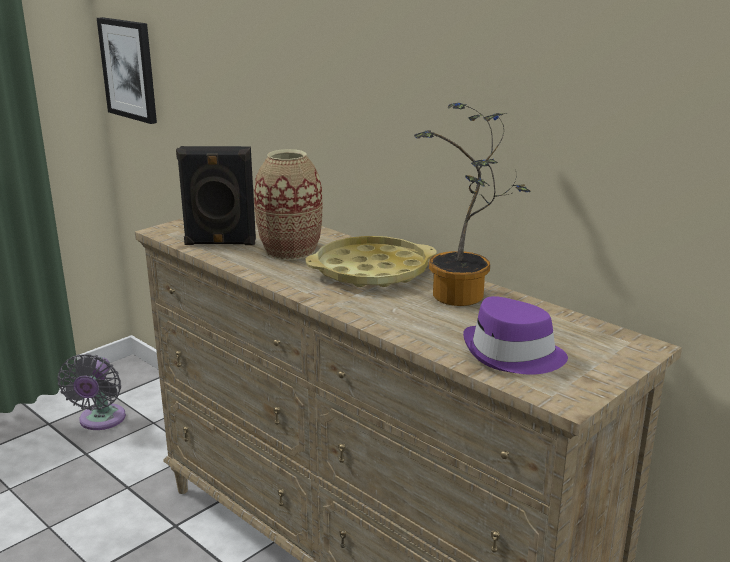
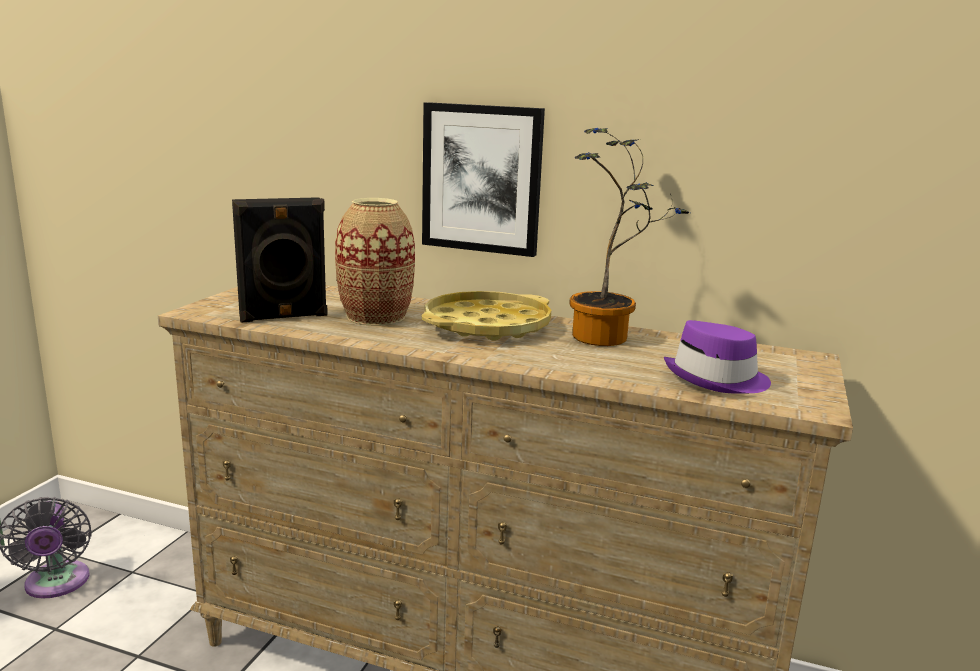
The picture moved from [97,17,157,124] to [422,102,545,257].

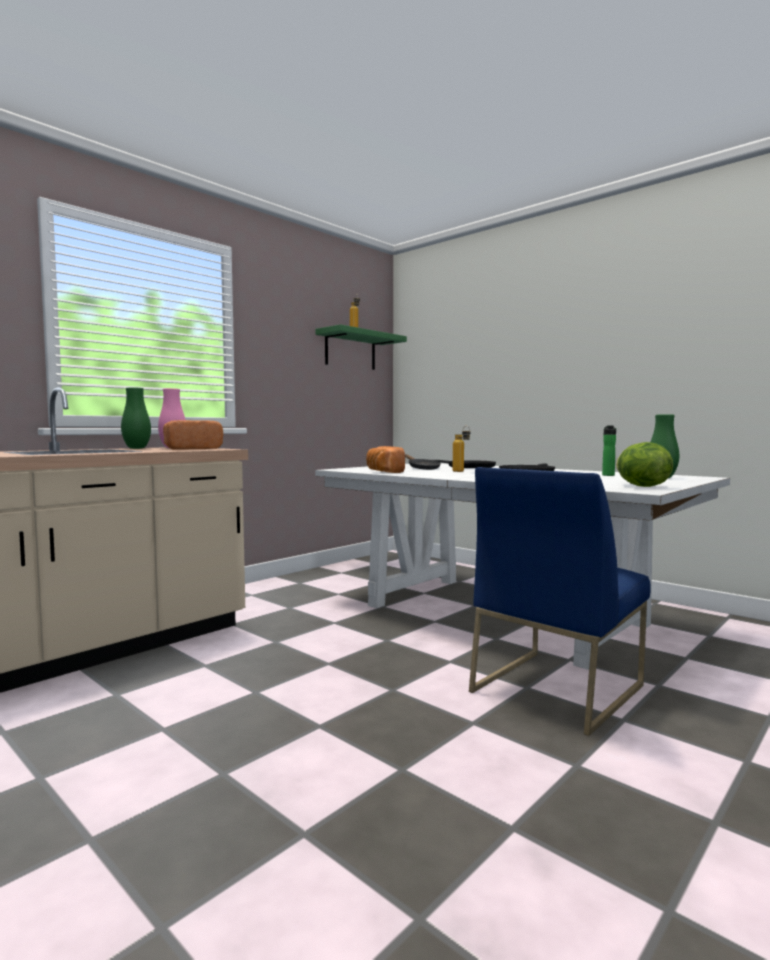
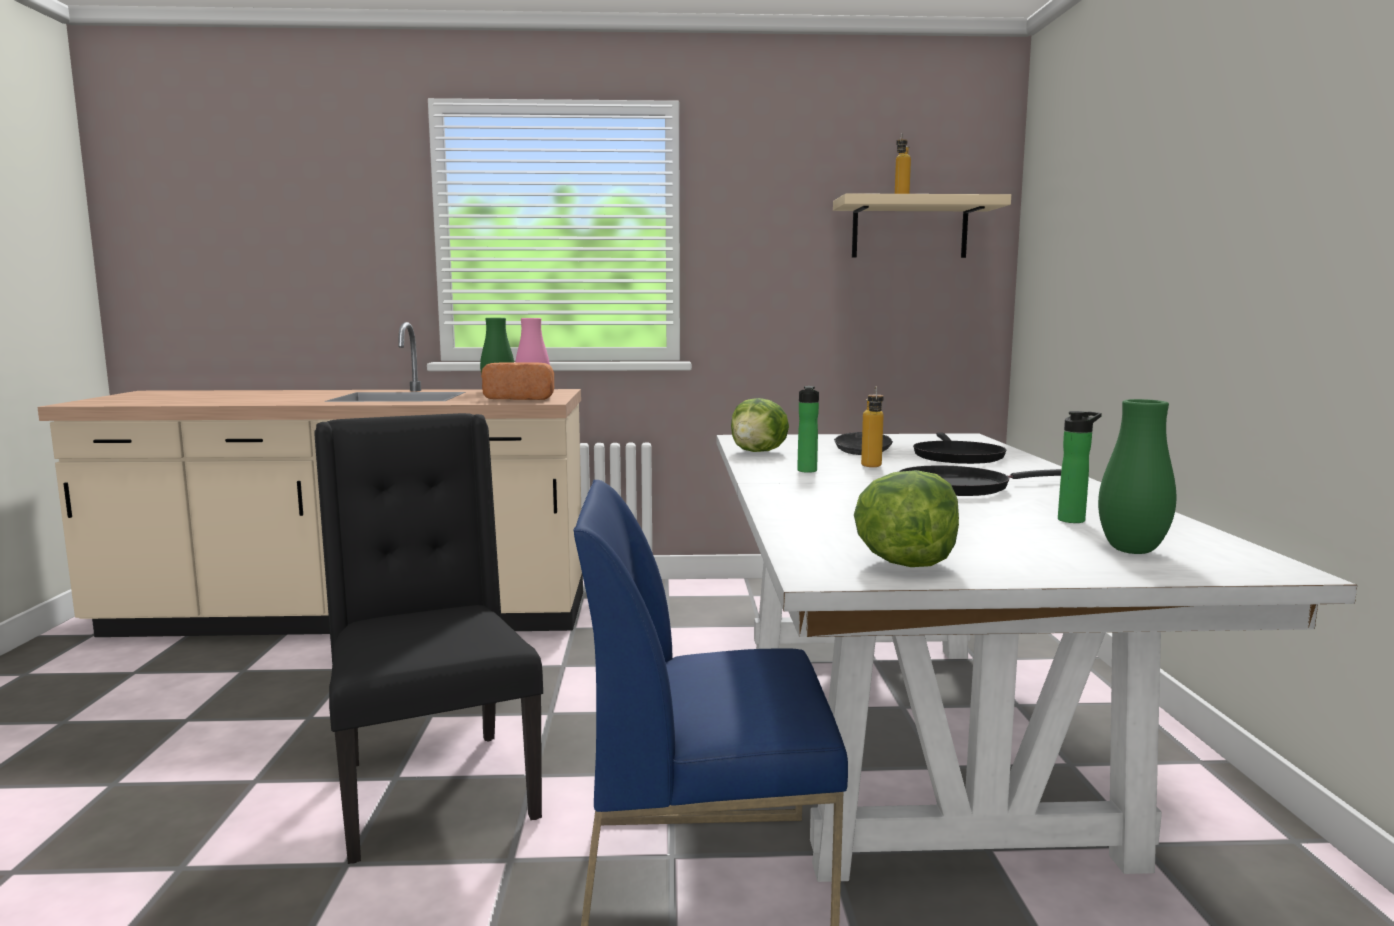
The shelf/green at [315,324,407,370] became the shelf/beige at [833,193,1011,258].
The bread at [366,446,405,473] was replaced by the lettuce at [731,398,789,452].
The bottle at [797,386,819,473] appeared.
The chair/black at [315,413,543,864] appeared.

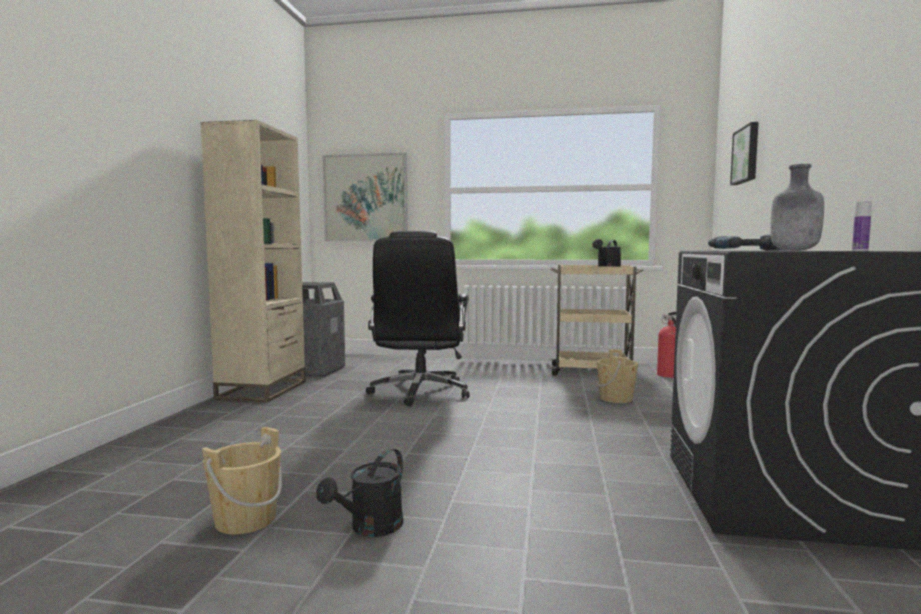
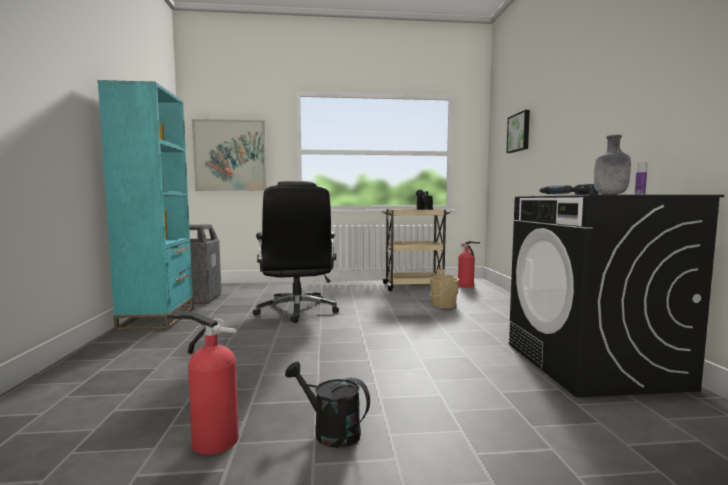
The bookcase/beige at [200,120,306,402] became the bookcase/turquoise at [97,80,194,331].
The bucket/beige at [202,427,282,534] was replaced by the fire extinguisher at [167,310,239,455].
The watering can/black at [316,448,403,537] turned 105 degrees clockwise.

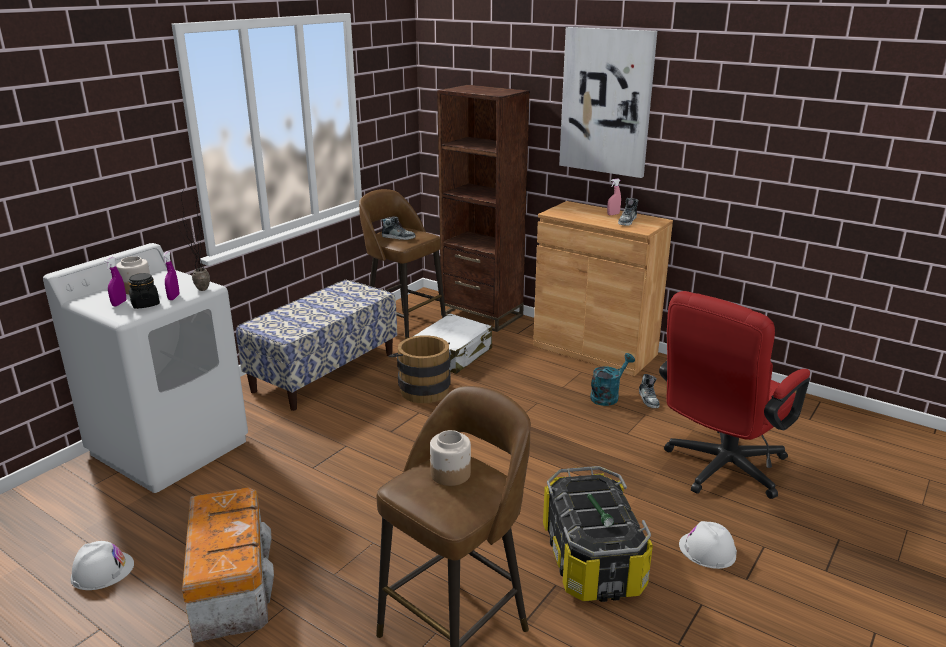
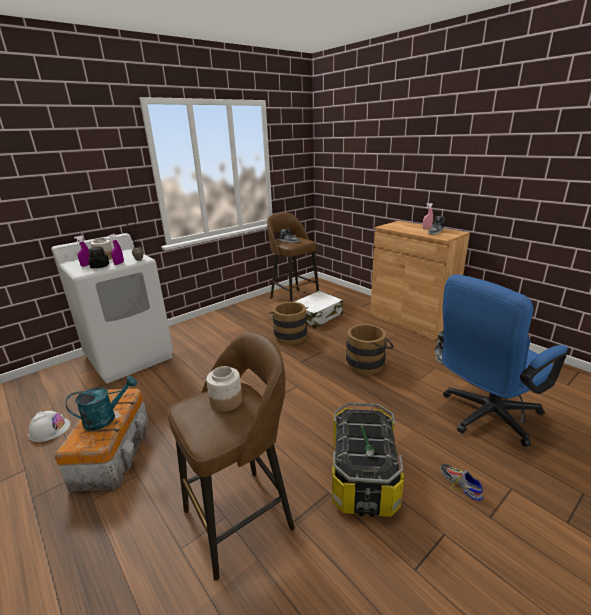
The picture at [559,27,657,178] disappeared.
The bookcase/brown at [437,85,530,332] disappeared.
The bench at [236,280,397,411] disappeared.
The office chair/red at [659,291,810,499] became the office chair/blue at [438,274,568,447].
The watering can/turquoise moved from [590,353,635,406] to [66,376,137,431].
The hard hat/white at [679,521,737,569] was replaced by the shoe at [440,464,484,501].
The bucket/brown at [346,324,394,375] appeared.

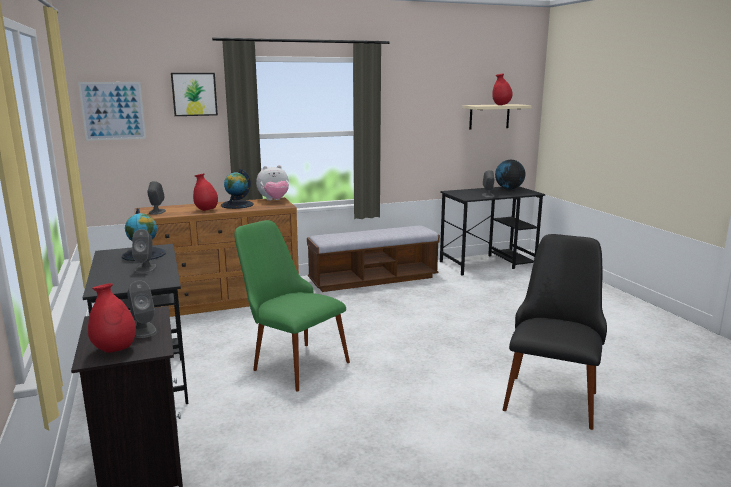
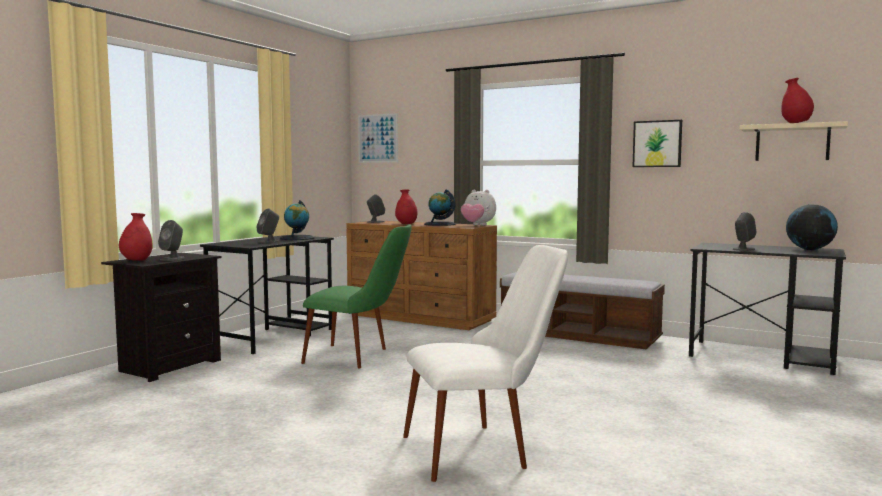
The picture moved from [171,73,218,116] to [632,120,682,167].
The chair/green at [234,220,350,392] turned 105 degrees clockwise.
The chair/black at [503,234,607,430] became the chair/white at [403,245,568,482].

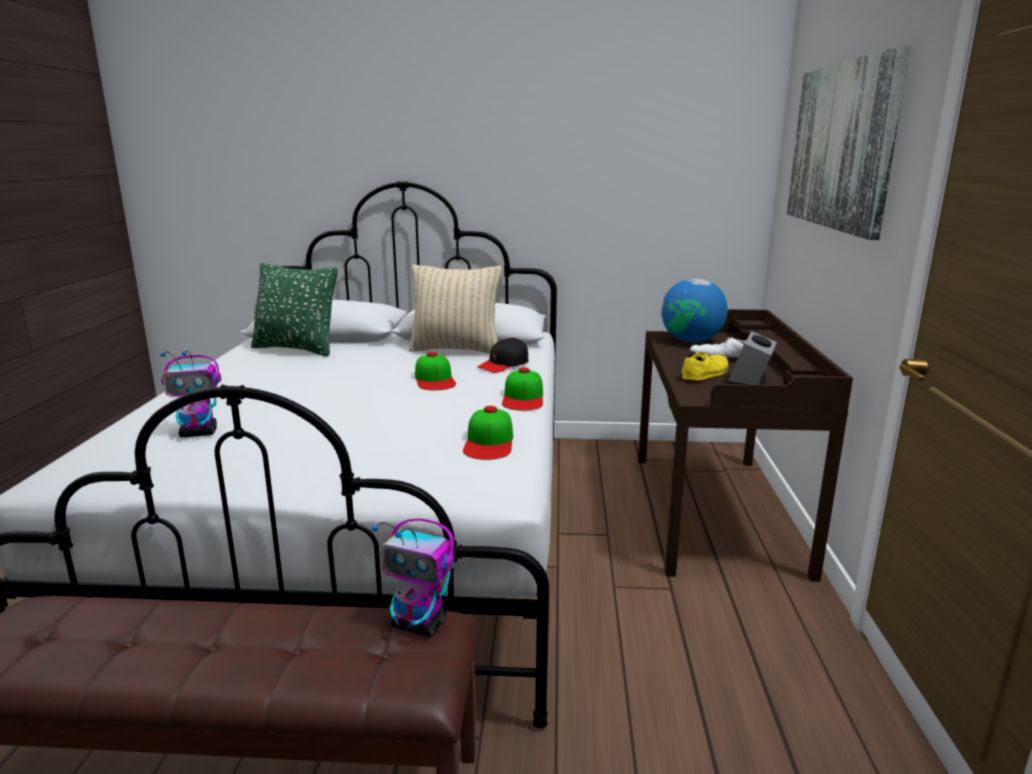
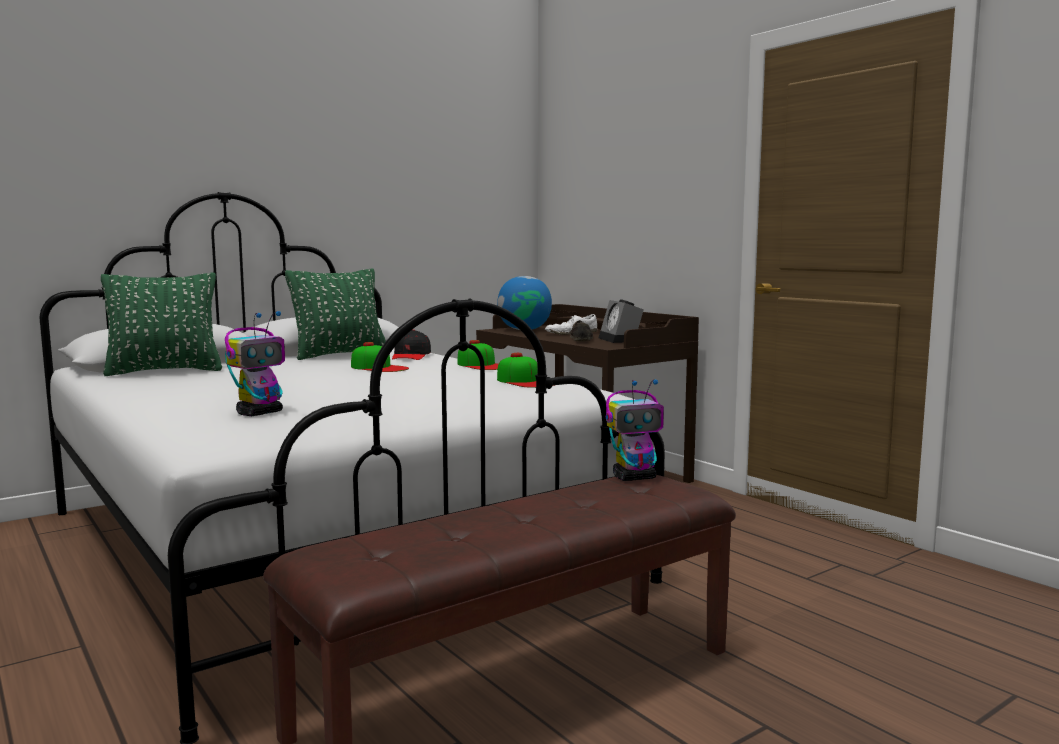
The picture at [787,46,911,240] disappeared.
The pillow/beige at [409,265,501,354] became the pillow/green at [285,269,386,360].
The shoe/yellow at [682,352,729,381] became the shoe/brown at [570,320,593,341].

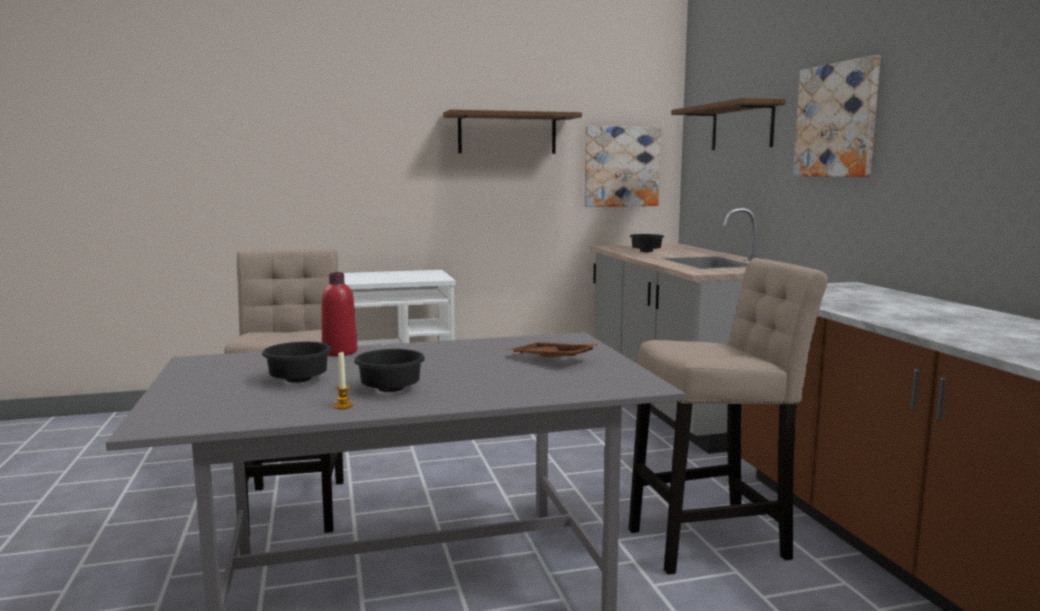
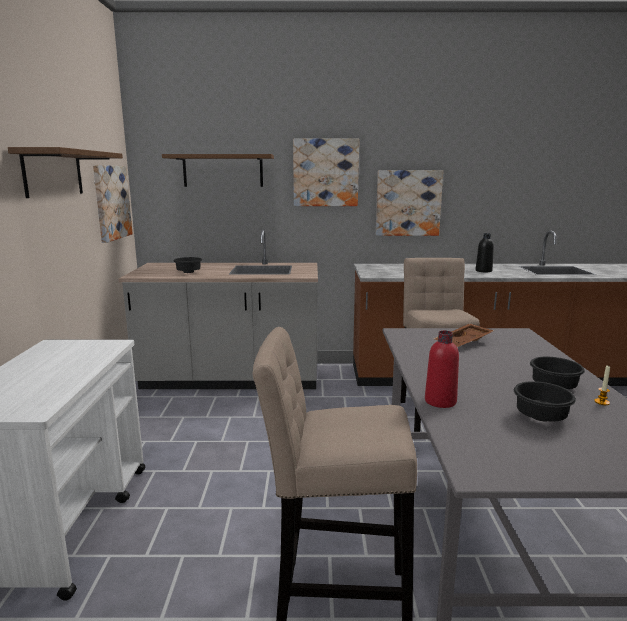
The picture at [376,170,443,236] appeared.
The bottle/black at [475,233,494,272] appeared.

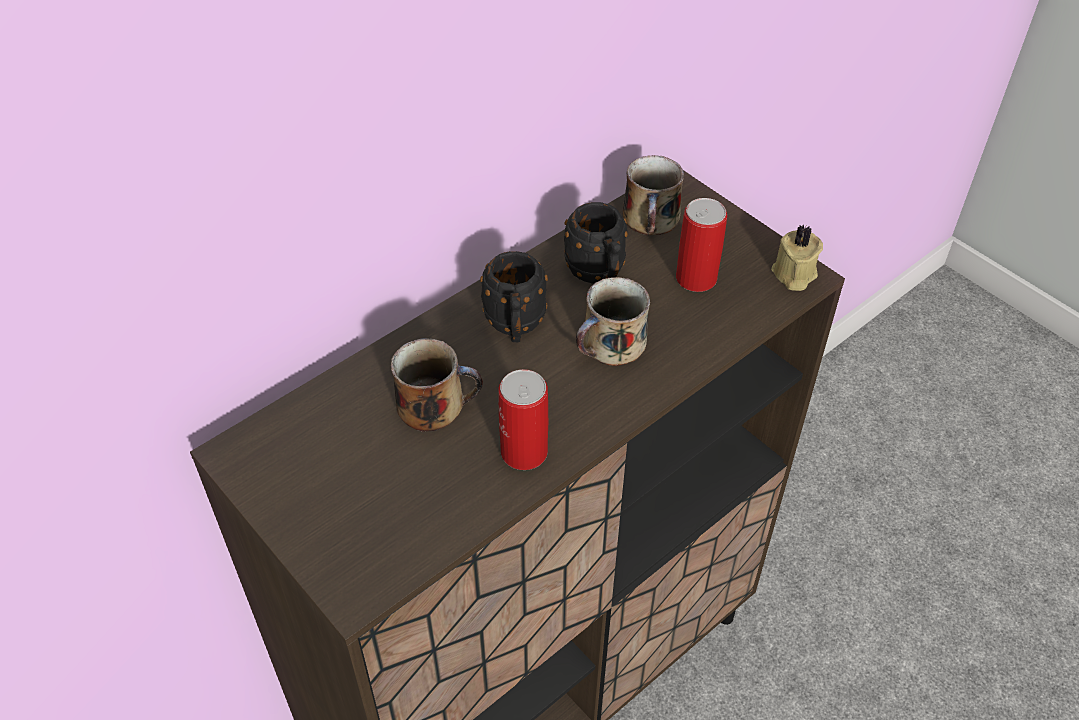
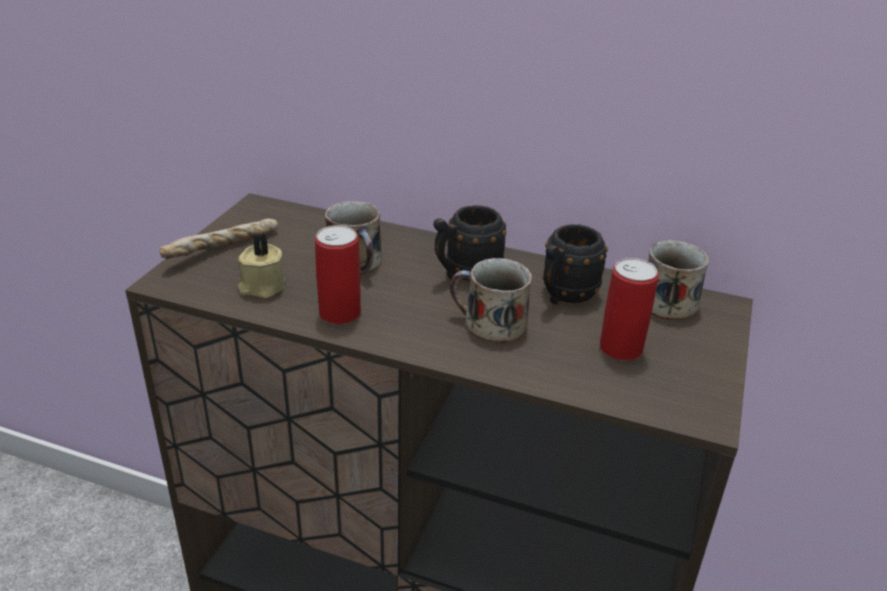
The candle/beige moved from [771,225,823,291] to [238,234,285,298].
The bread at [159,219,279,259] appeared.

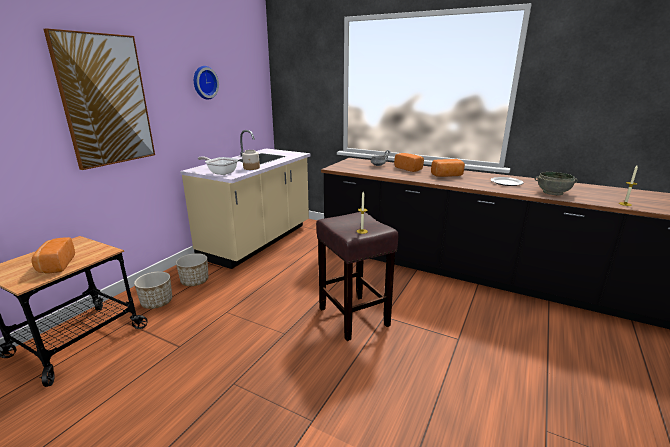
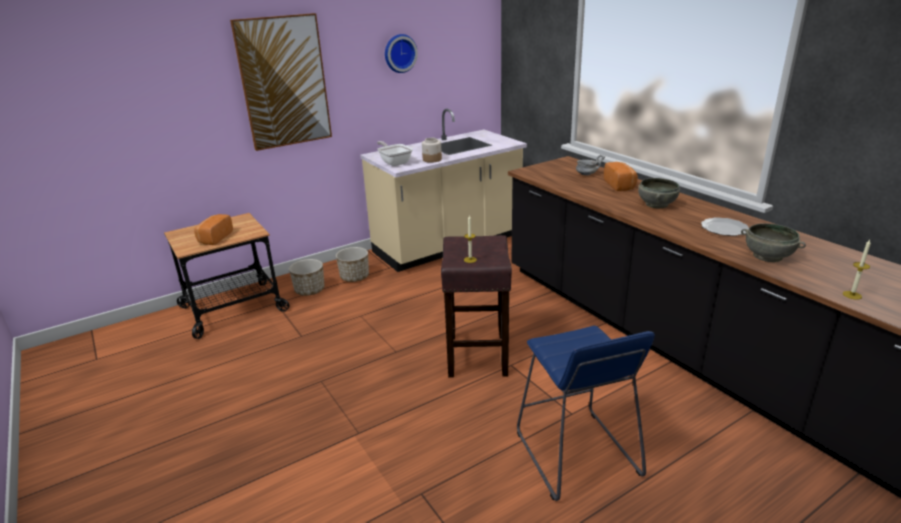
The bread at [431,159,465,177] was replaced by the bowl/grey at [638,178,680,208].
The stool/blue at [517,326,655,501] appeared.

